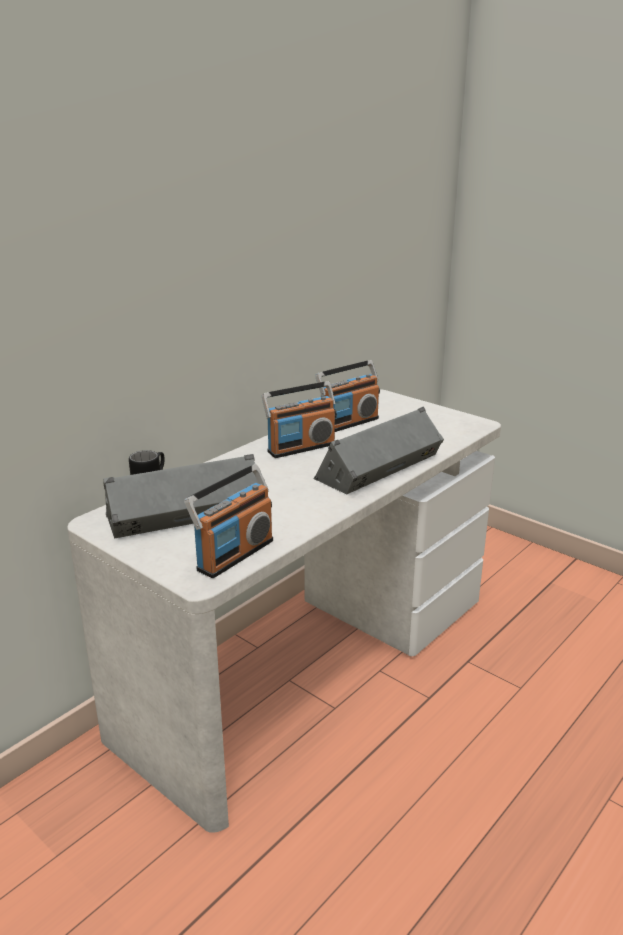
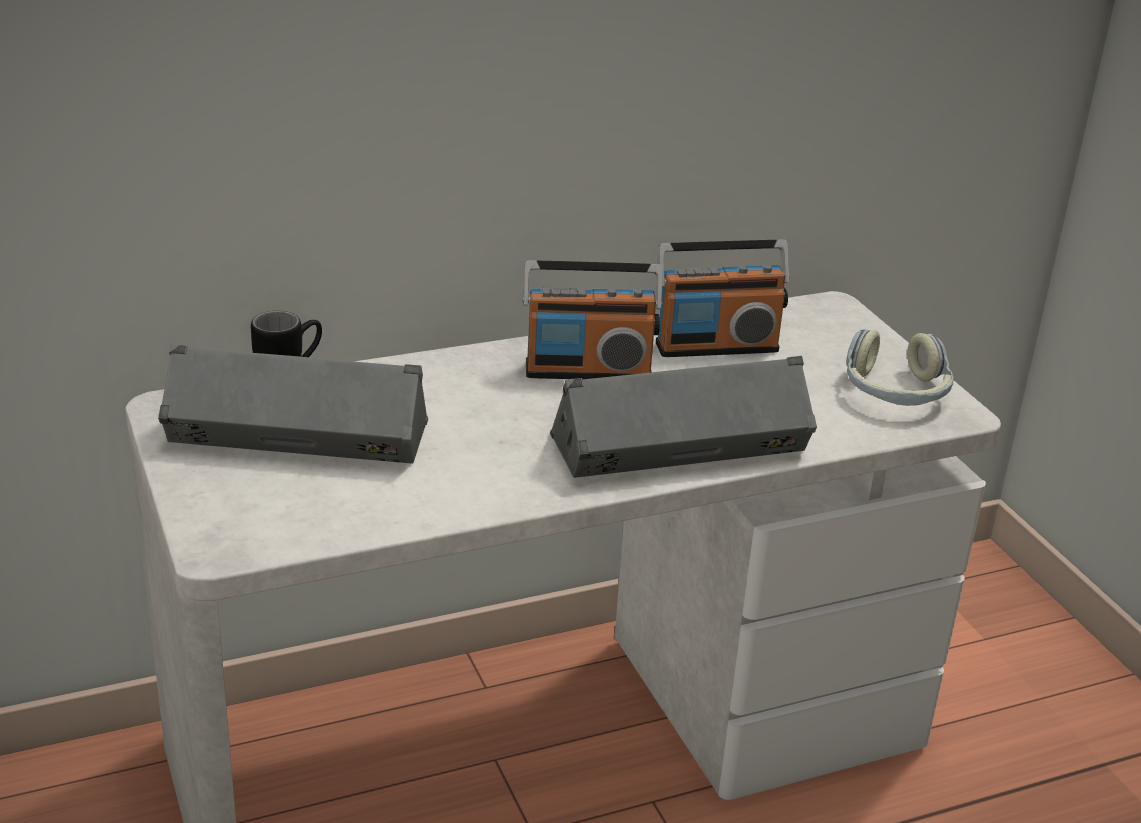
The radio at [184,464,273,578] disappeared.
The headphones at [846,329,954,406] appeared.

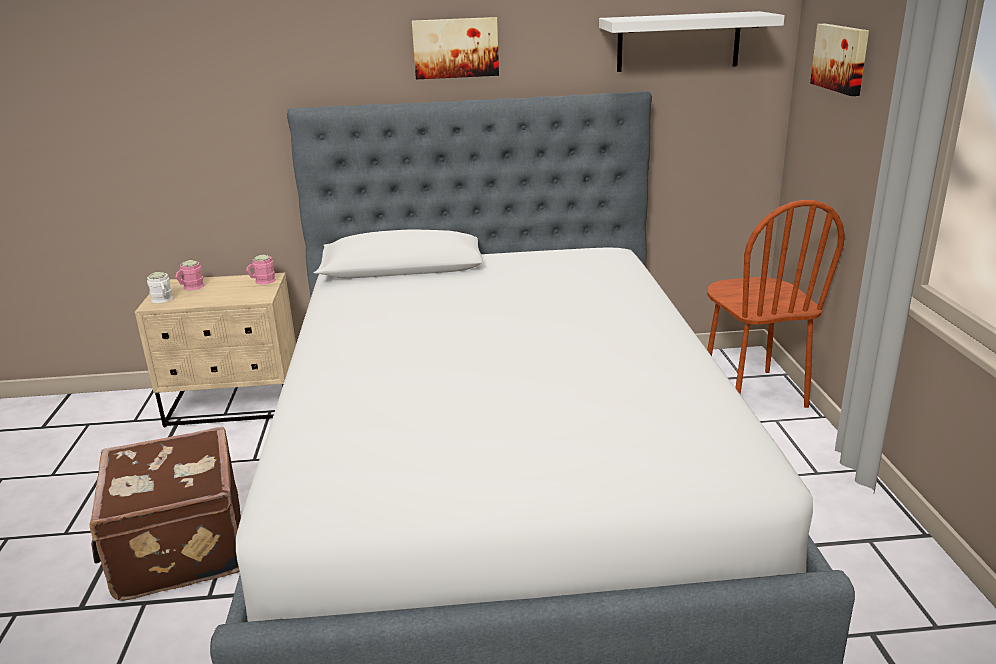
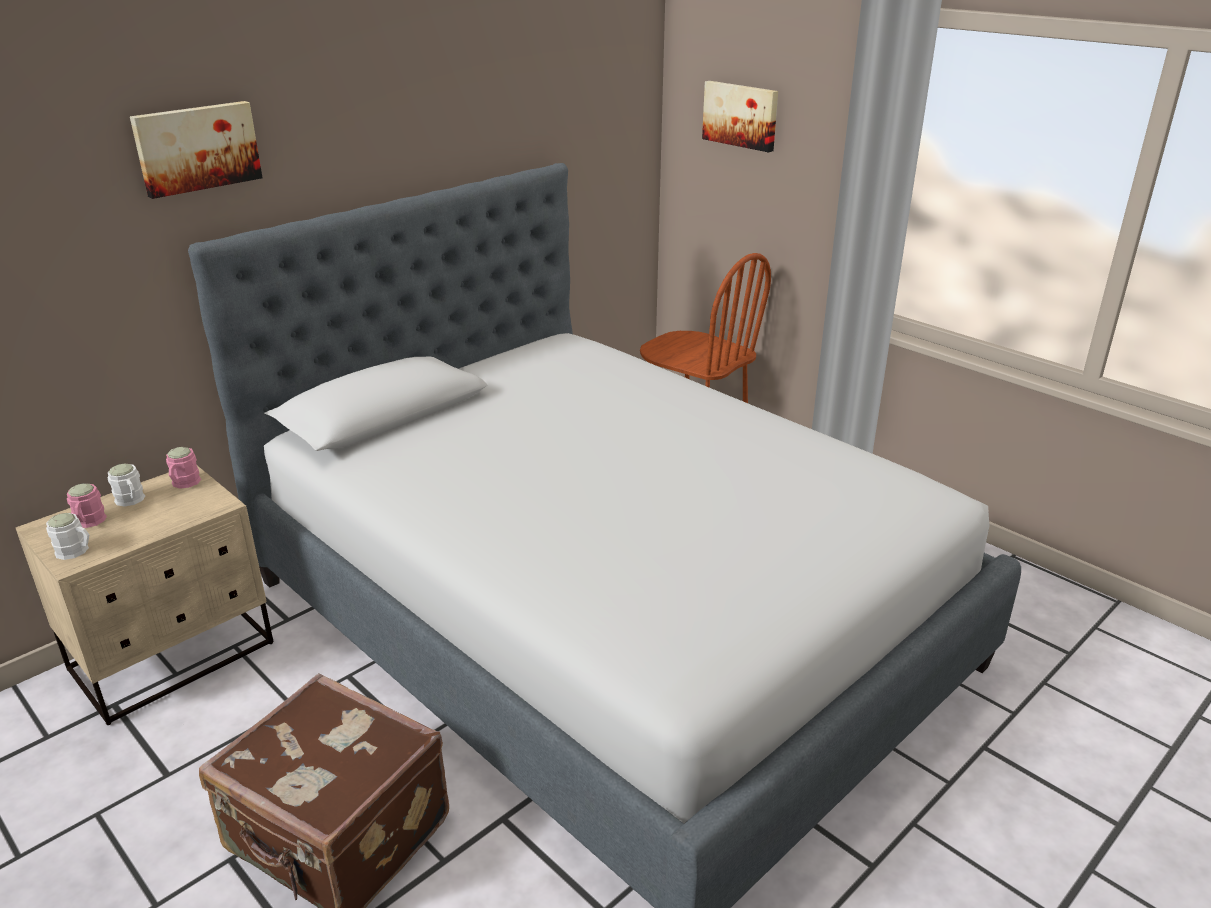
The shelf/white at [599,11,785,72] disappeared.
The picture moved from [412,17,499,79] to [130,101,262,199].
The mug/white at [107,463,145,507] appeared.

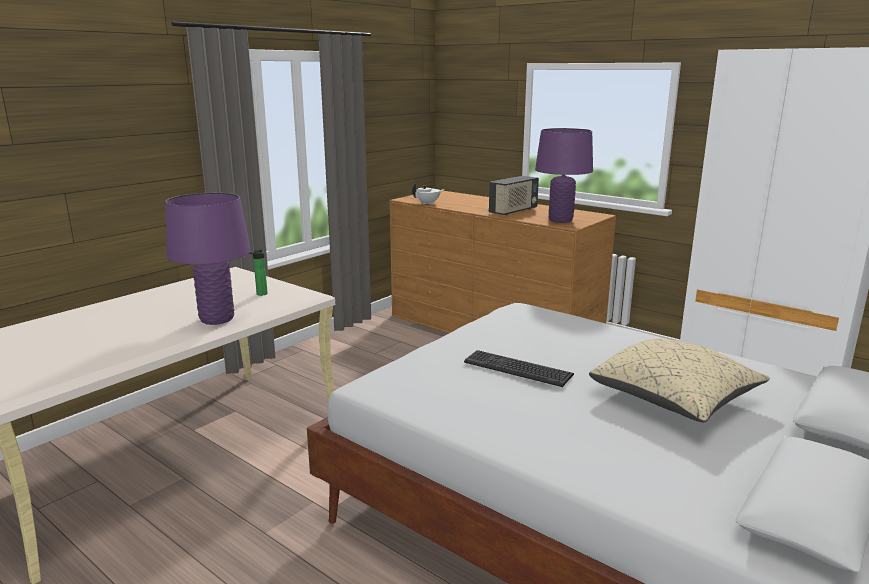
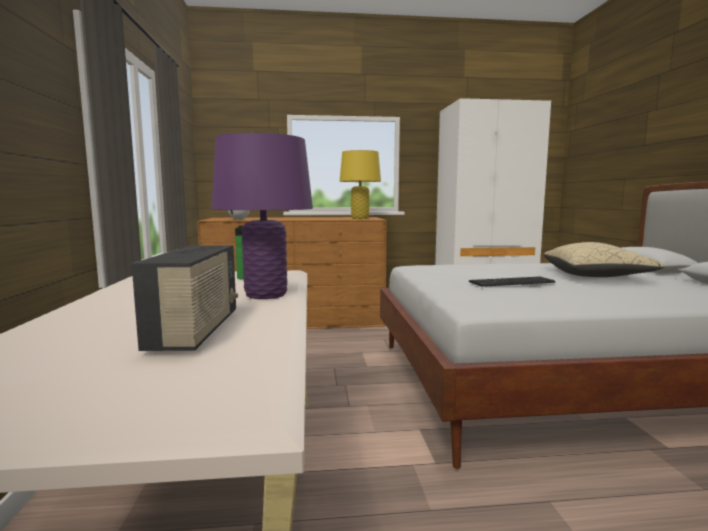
The table lamp/purple at [535,128,593,223] became the table lamp/yellow at [340,150,381,219].
The radio moved from [489,176,539,215] to [131,245,238,351].

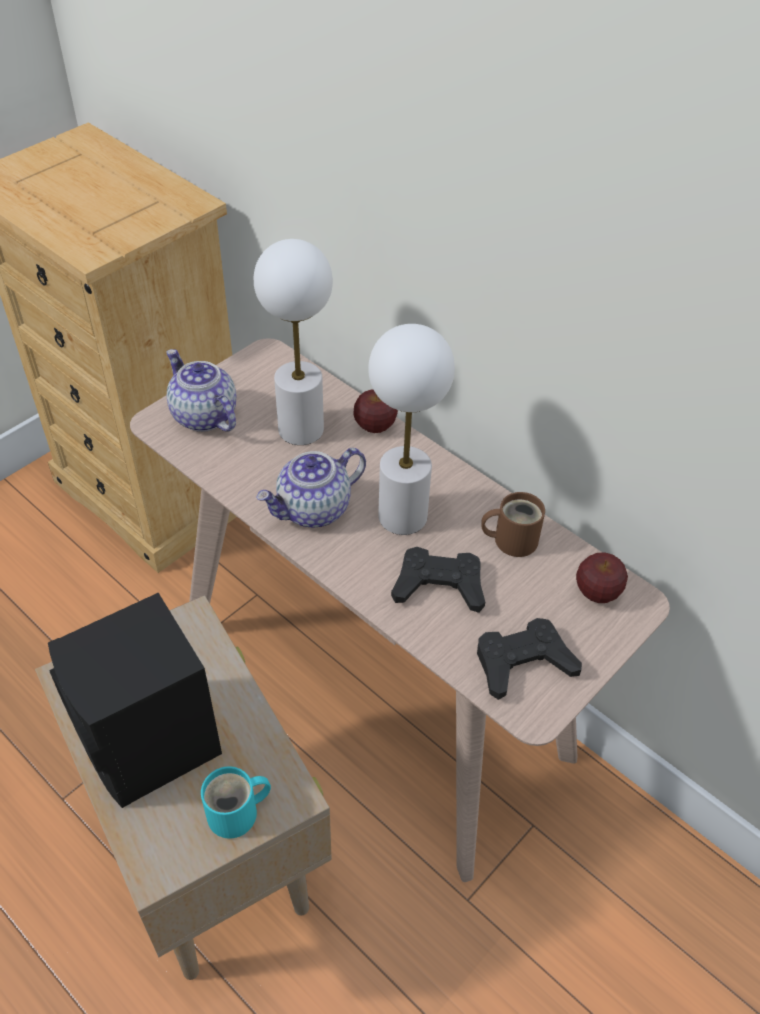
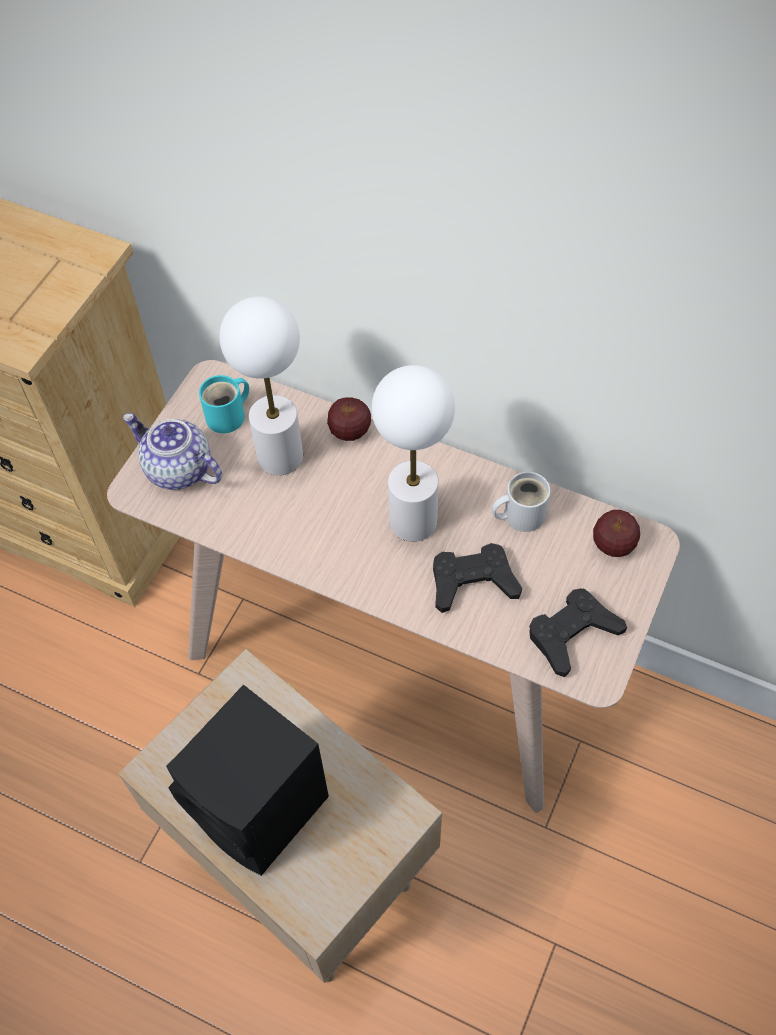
The teapot at [256,448,366,527] disappeared.
The mug/brown at [481,492,545,557] became the mug/white at [492,472,550,532].
The mug/turquoise moved from [201,766,271,839] to [199,375,249,433].

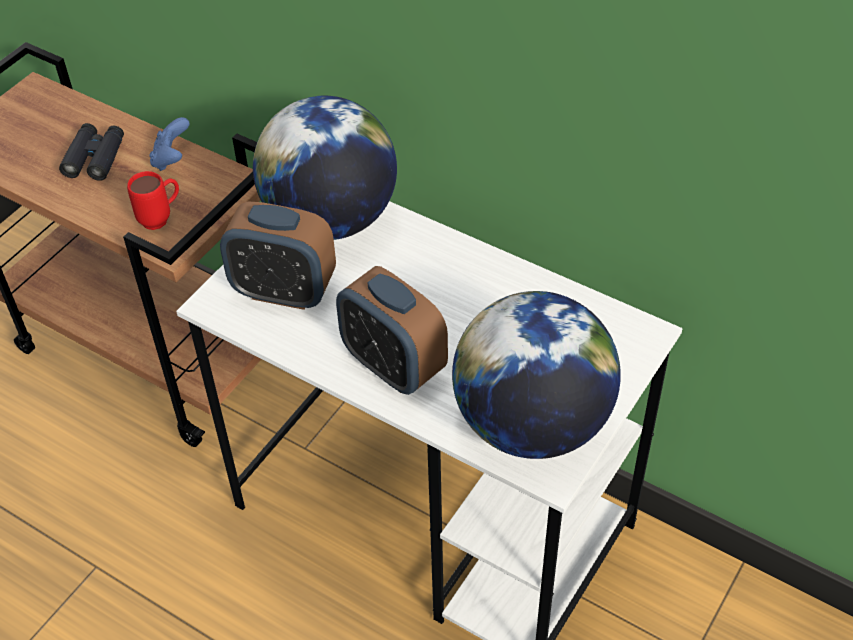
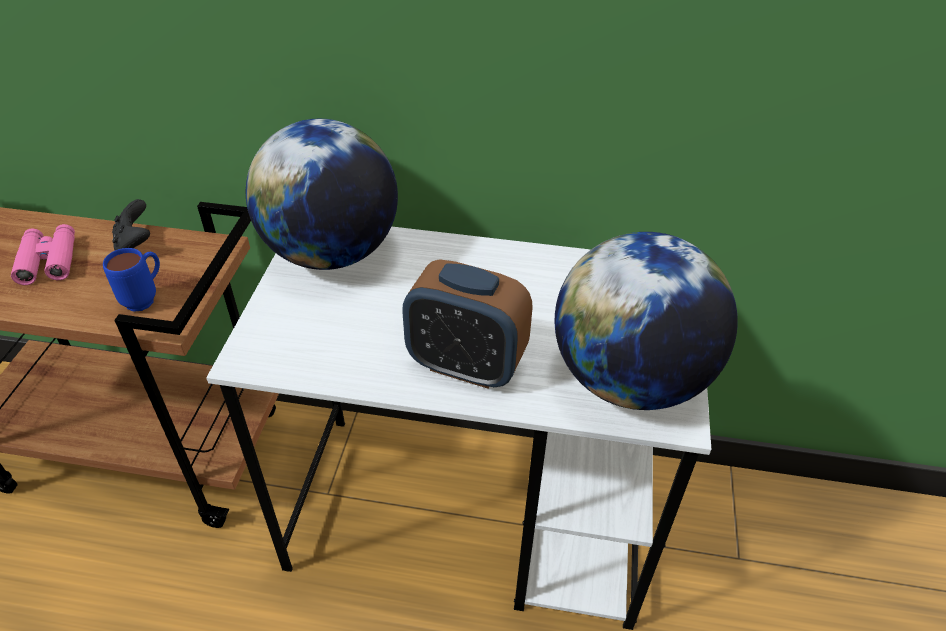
The game controller/blue at [149,117,189,171] became the game controller/black at [112,199,150,250].
The binoculars/black at [59,123,124,181] became the binoculars/pink at [11,224,75,285].
The mug/red at [127,171,179,230] became the mug/blue at [103,248,160,312].
The alarm clock at [220,201,336,310] disappeared.

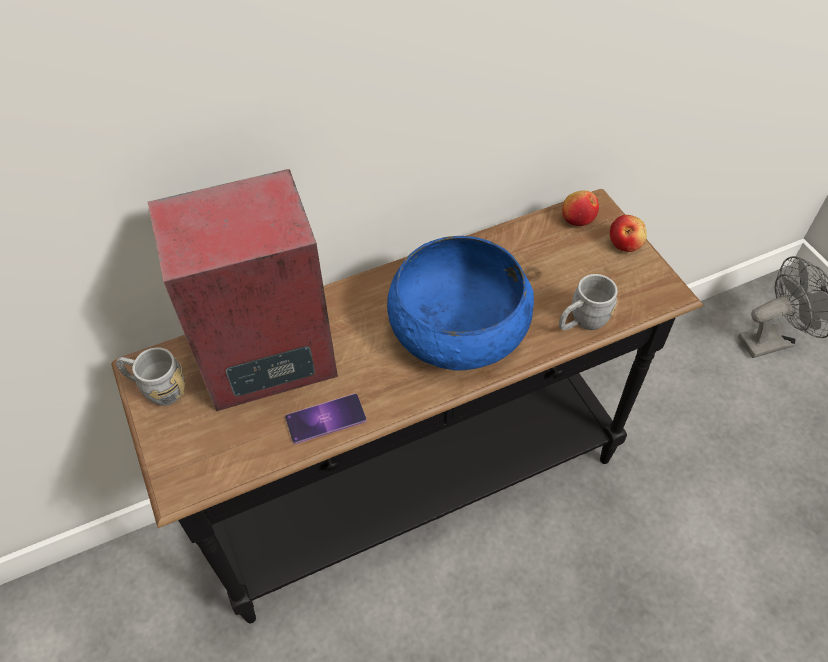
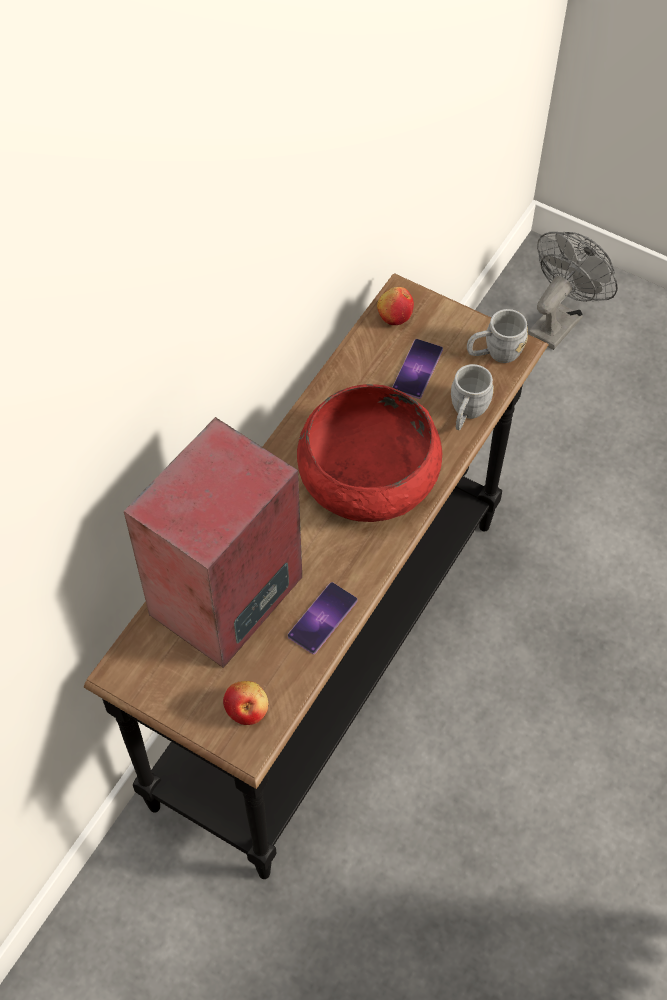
The apple moved from [610,215,647,252] to [223,681,268,725].
The bowl/blue at [387,236,534,371] became the bowl/red at [297,384,442,522].
The mug/grey moved from [116,347,185,406] to [467,309,528,363].
The phone at [392,339,443,399] appeared.

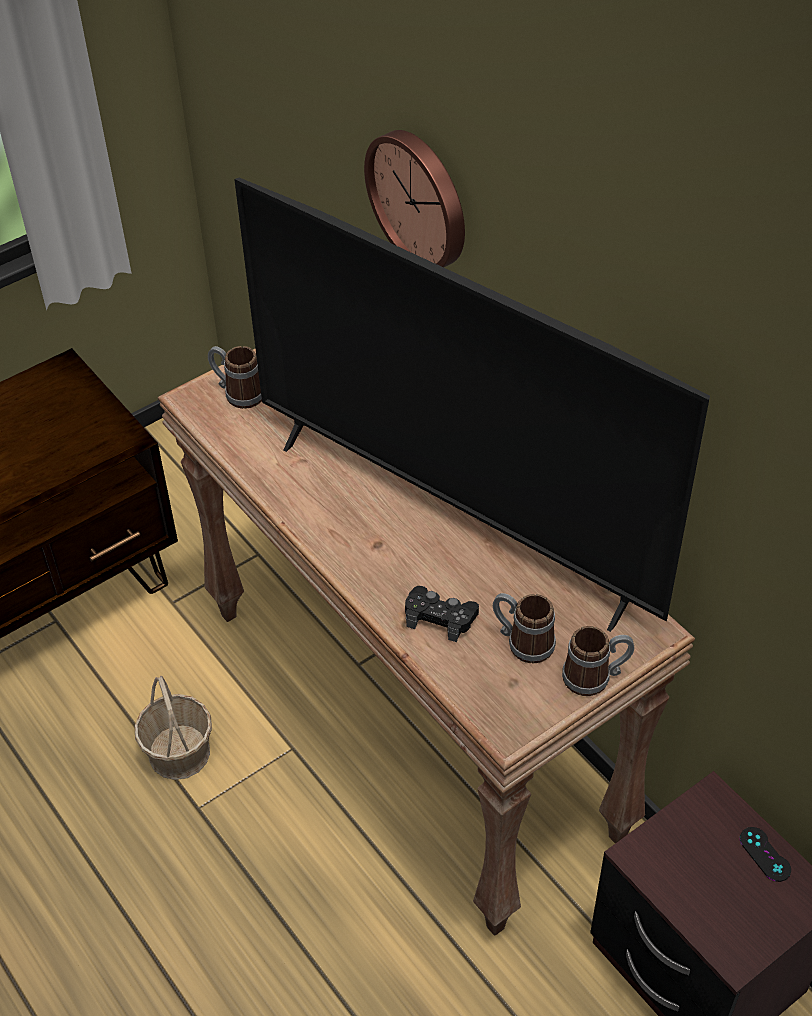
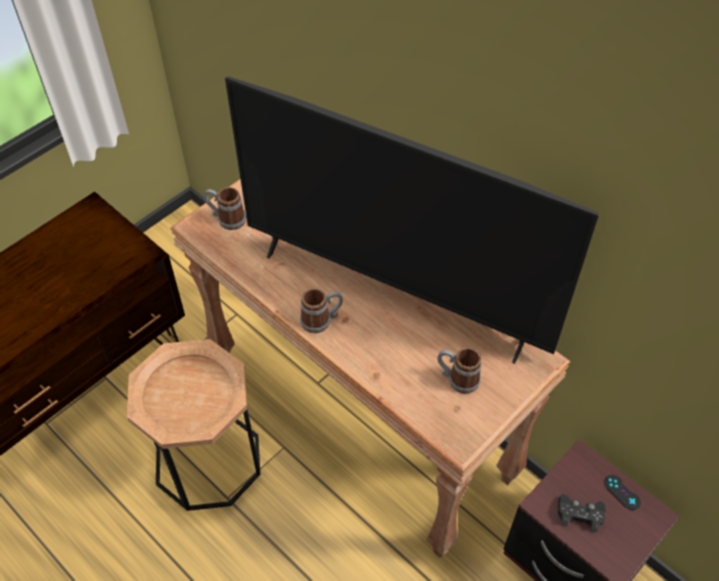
The wall clock at [364,130,465,267] disappeared.
The game controller/black moved from [405,586,479,642] to [558,494,606,532].
The mug moved from [562,626,634,696] to [300,288,343,333].
The basket at [135,676,212,780] was replaced by the side table/brown at [127,339,260,511].

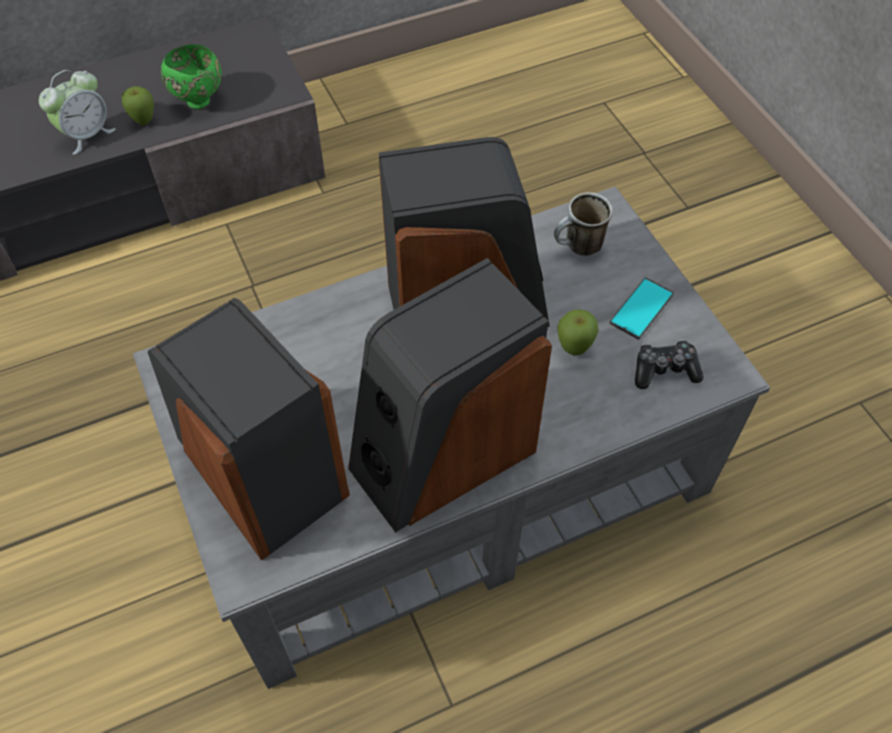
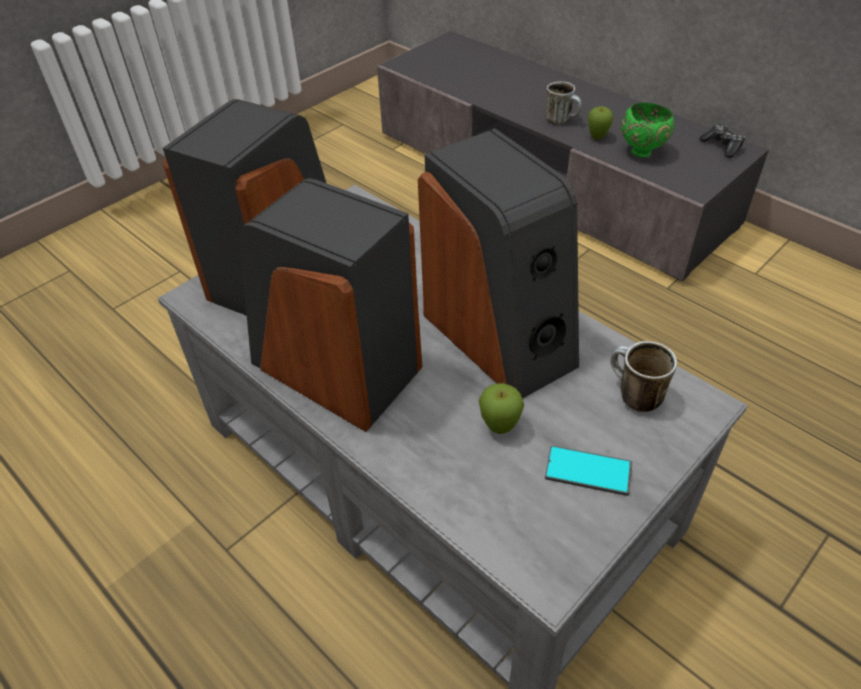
The alarm clock at [39,70,116,155] was replaced by the mug at [546,81,582,125].
The game controller moved from [635,340,703,389] to [700,124,745,158].

